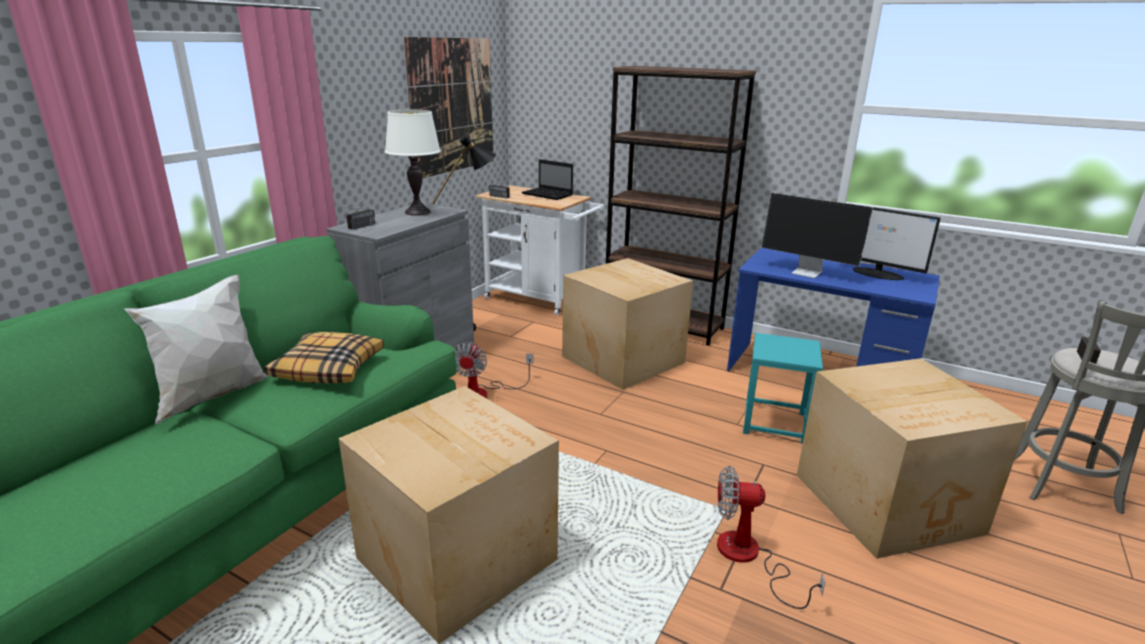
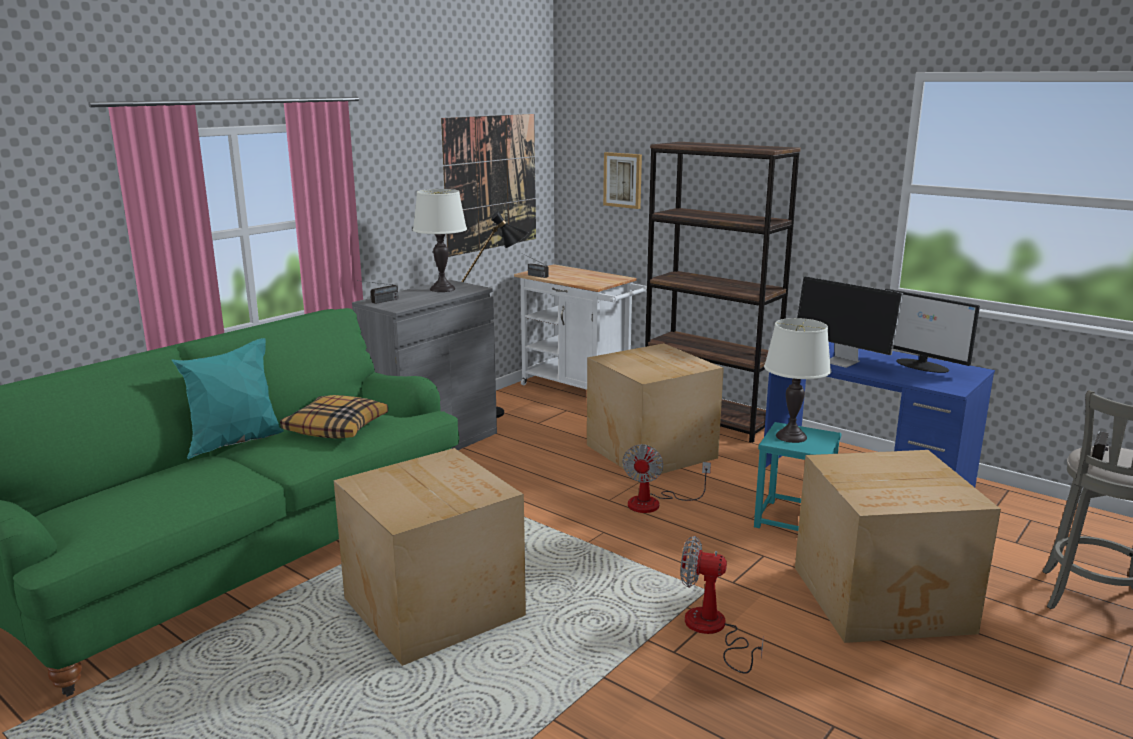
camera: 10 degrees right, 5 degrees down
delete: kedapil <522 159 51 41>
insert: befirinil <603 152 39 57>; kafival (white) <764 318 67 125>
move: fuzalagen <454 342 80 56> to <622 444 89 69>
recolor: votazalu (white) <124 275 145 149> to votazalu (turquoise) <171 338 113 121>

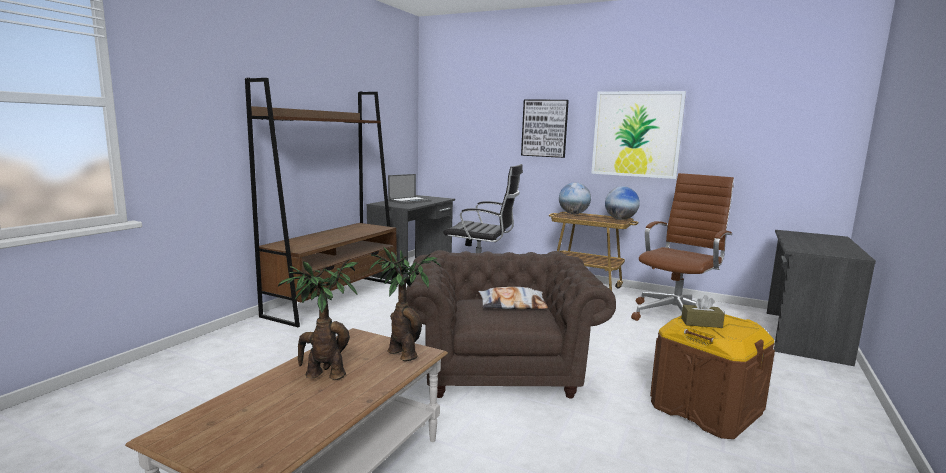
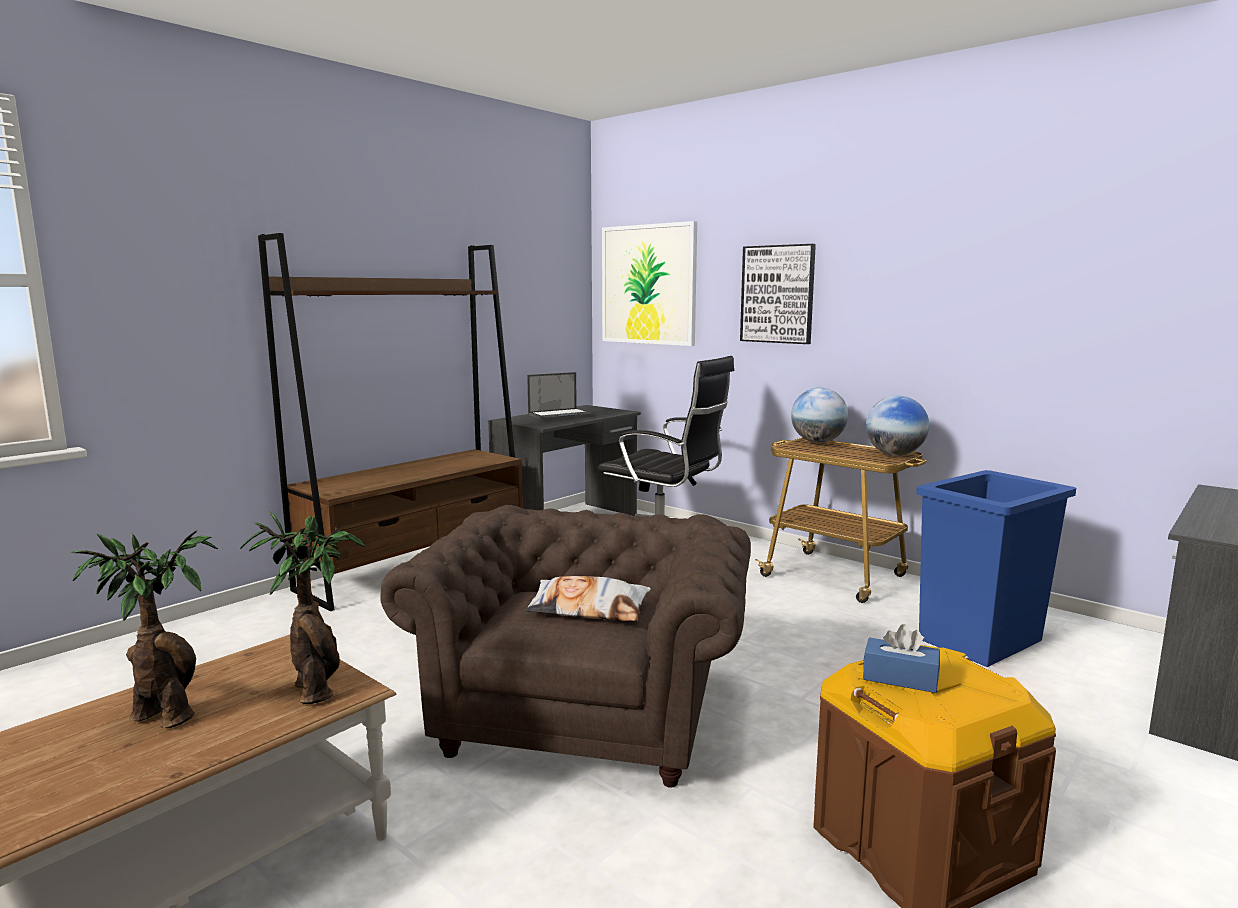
camera: 15 degrees right, 0 degrees up
move: befirinil <591 91 95 88> to <602 221 95 125>
replace: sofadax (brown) <631 173 103 148> to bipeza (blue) <916 470 160 197>
recolor: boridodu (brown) <681 295 44 33> to boridodu (blue) <863 624 77 69>

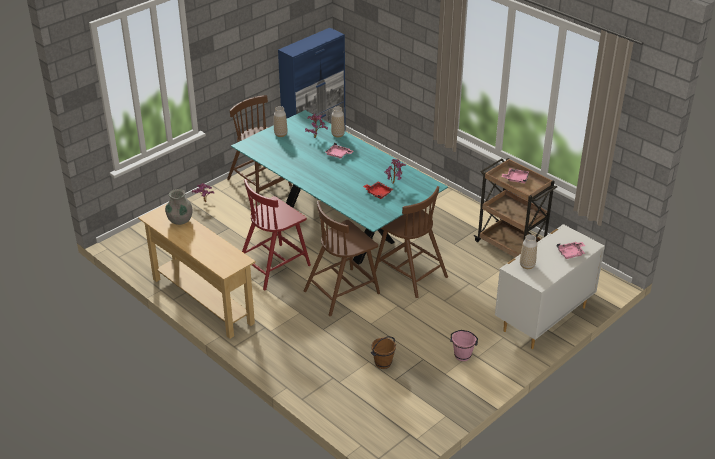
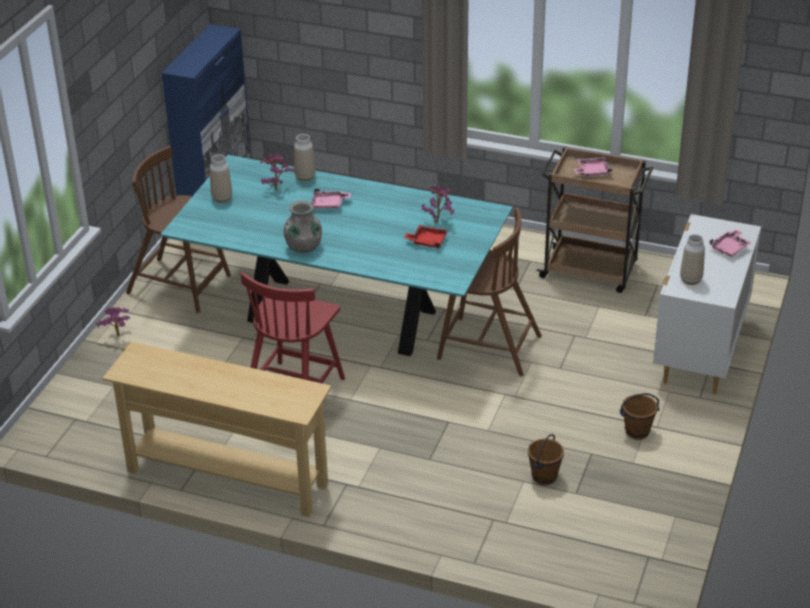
camera: 25 degrees left, 0 degrees up
delete: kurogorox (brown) <304 201 76 115>
move: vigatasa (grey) <165 189 28 36> to <284 200 38 53>
recolor: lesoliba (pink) <450 330 28 31> to lesoliba (brown) <620 393 40 47>

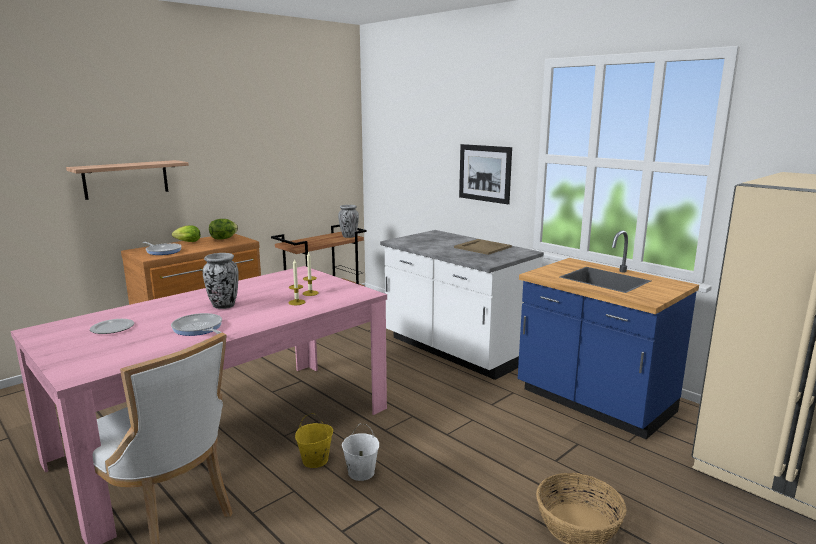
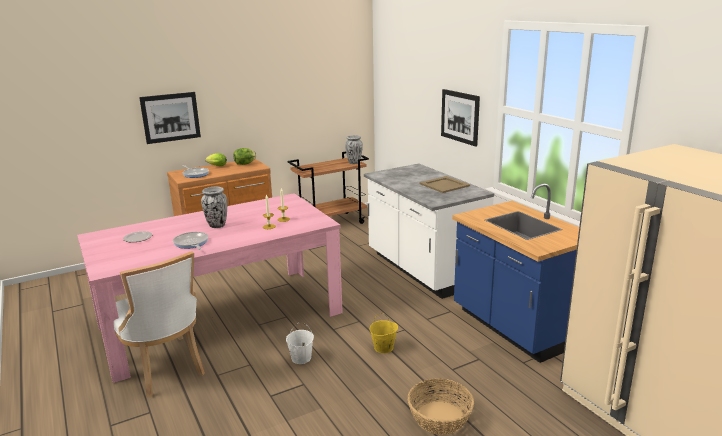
camera: 15 degrees right, 5 degrees up
move: lesoliba (yellow) <295 413 38 55> to <370 313 28 40>
replace: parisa <66 160 123 40> to befirinil <139 92 62 52>

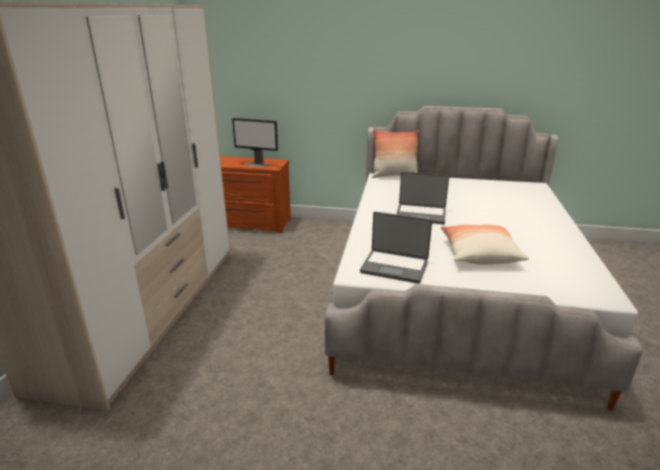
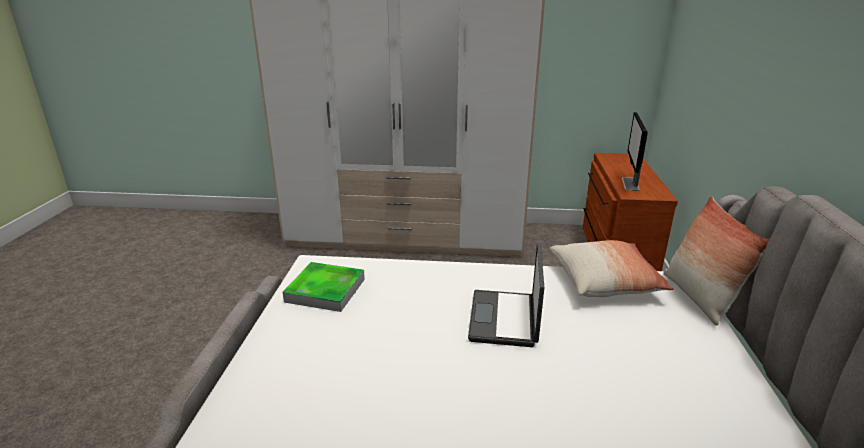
camera: 85 degrees right, 0 degrees up
move: votazalu <441 225 88 39> to <550 240 124 57>
replace: kedapil <360 212 72 72> to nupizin <282 262 83 50>

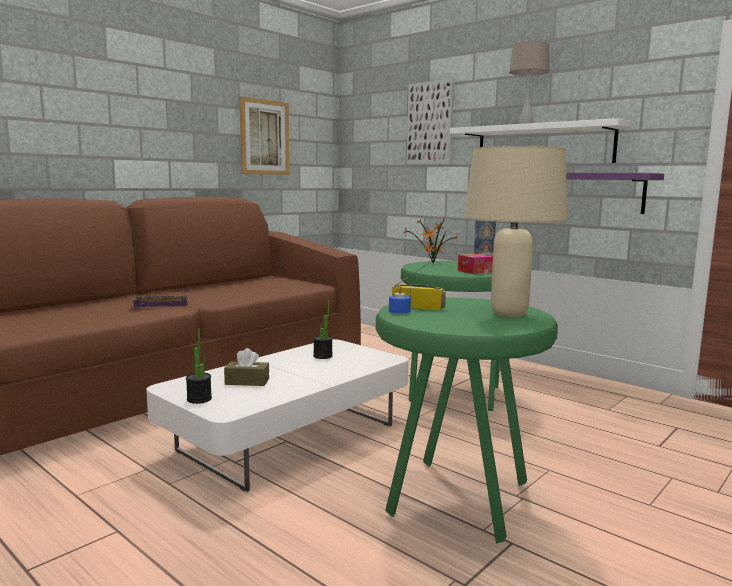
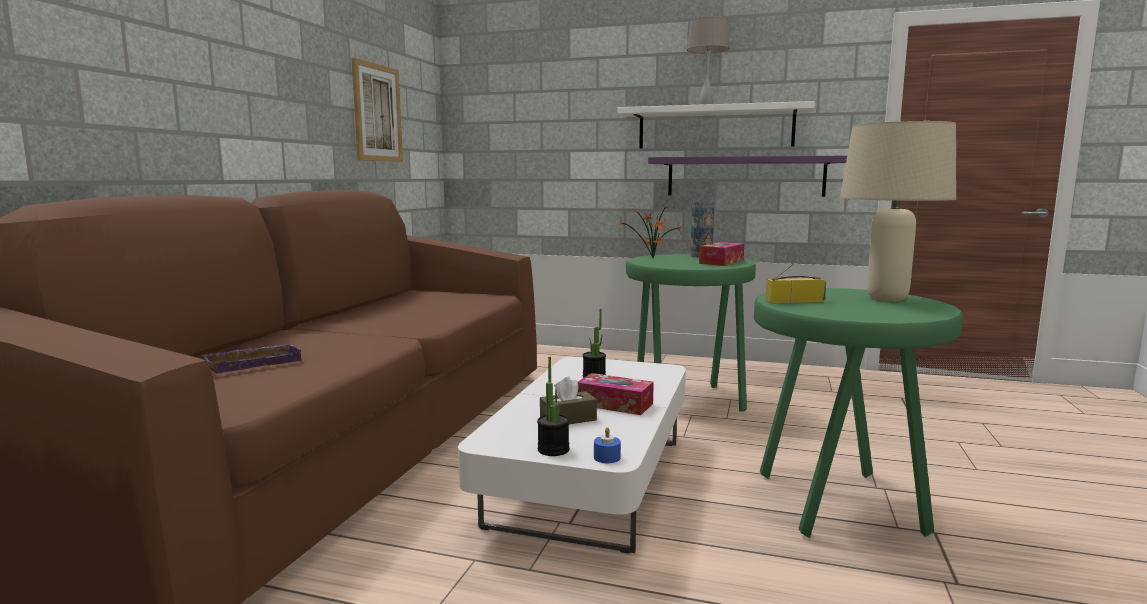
camera: 25 degrees left, 0 degrees up
delete: befirinil <407 79 47 85>
insert: boridodu <577 373 77 42>
move: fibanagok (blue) <389 286 22 28> to <594 427 27 36>; nupizin (purple) <131 295 58 12> to <201 344 103 29>

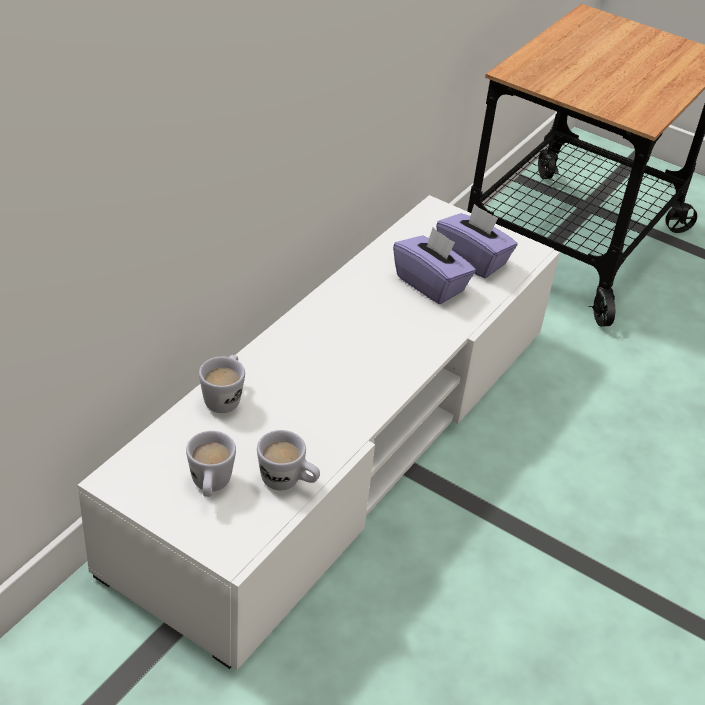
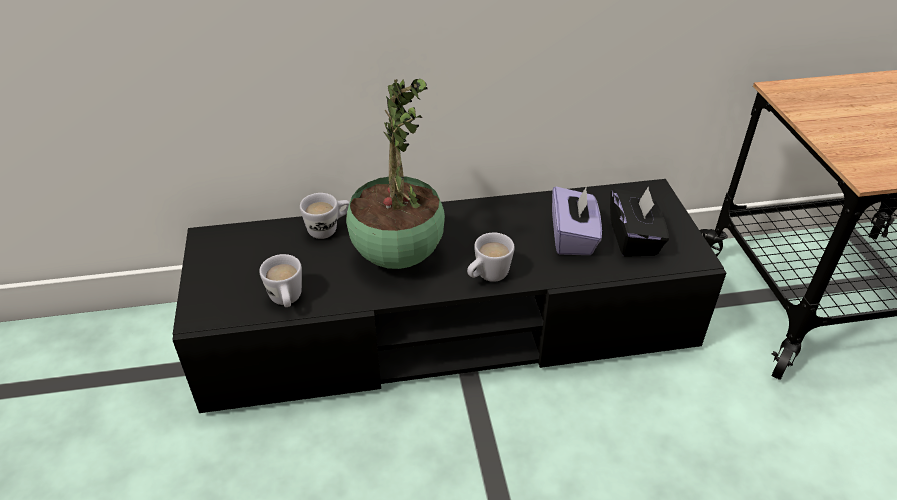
camera: 50 degrees right, 0 degrees up
insert: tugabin <346 79 99 190>
move: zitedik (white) <186 431 50 66> to <467 233 48 49>
recolor: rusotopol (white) <78 195 482 475> to rusotopol (black) <172 179 554 234>; boridodu (purple) <436 204 81 75> to boridodu (black) <610 186 59 71>

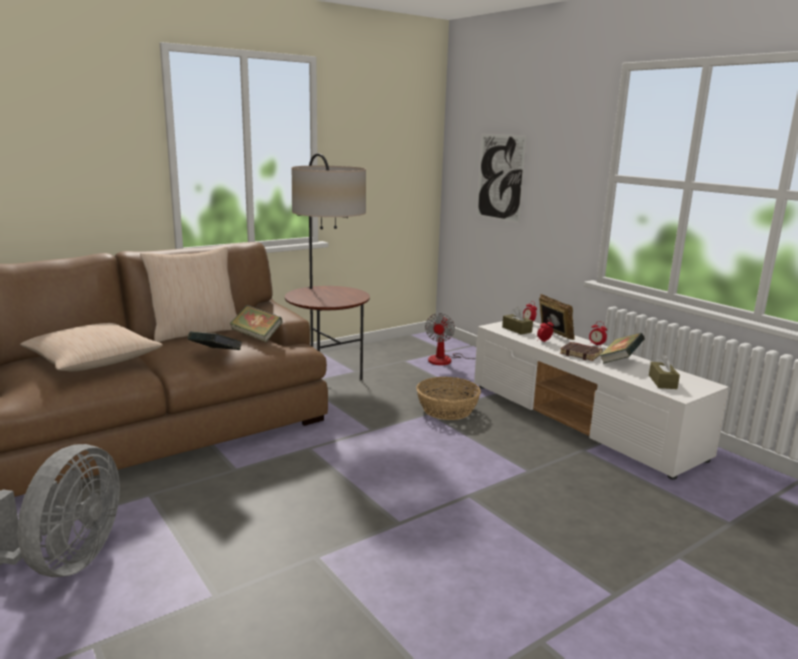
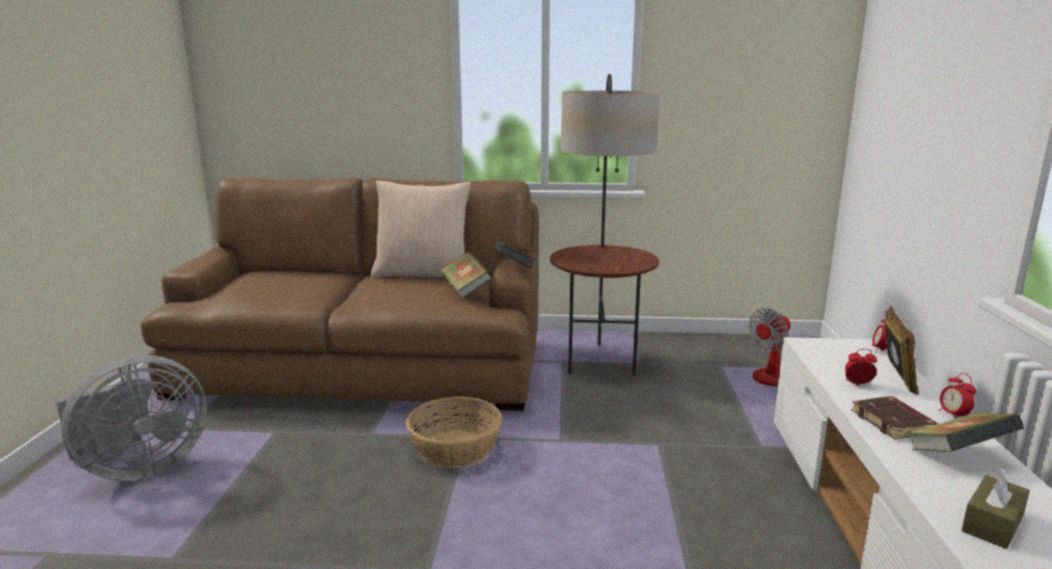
camera: 40 degrees right, 0 degrees up
delete: befirinil <476 133 51 90>; boridodu (brown) <502 307 31 28>; votazalu (beige) <20 323 143 48>
move: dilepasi <188 331 54 19> to <493 241 44 27>; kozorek <416 377 65 43> to <406 396 96 72>

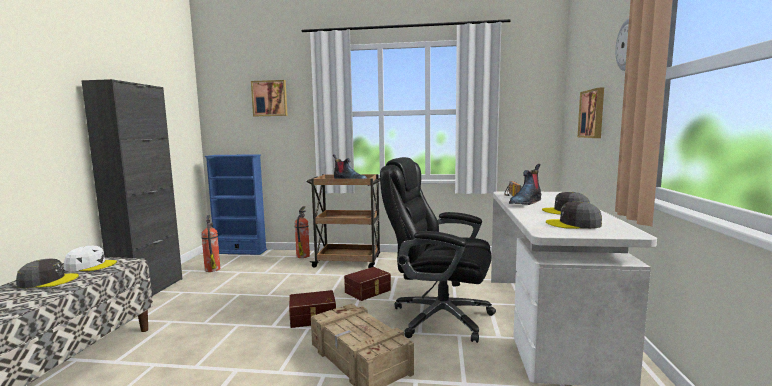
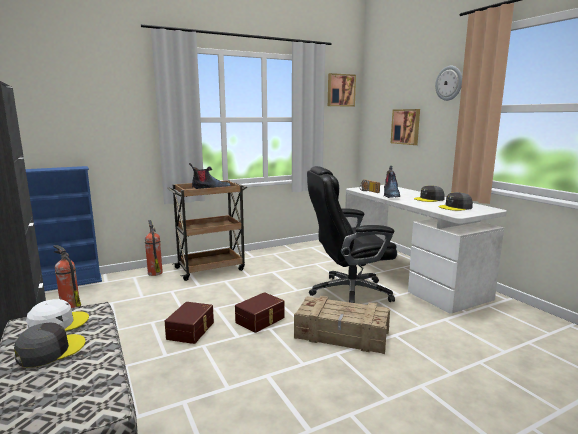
camera: 35 degrees left, 5 degrees up
move: befirinil <251 80 37 36> to <328 73 28 34>; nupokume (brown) <344 267 47 34> to <165 302 49 42>

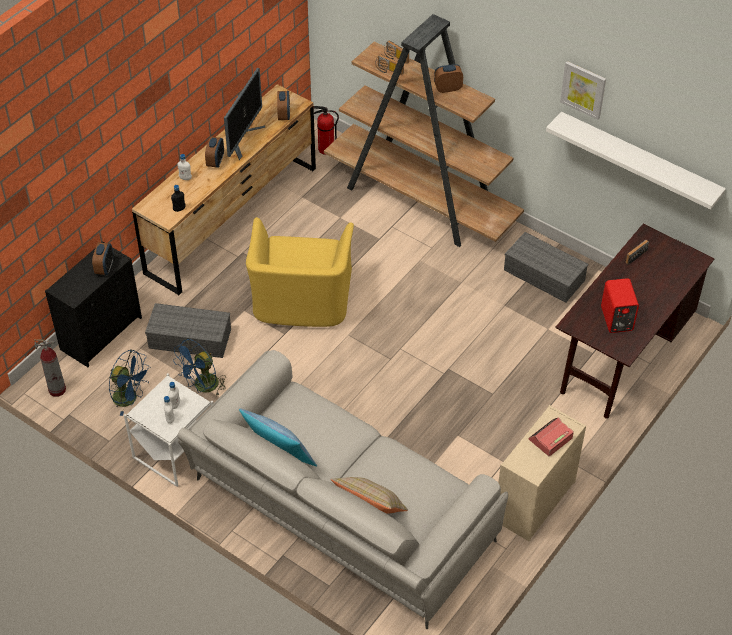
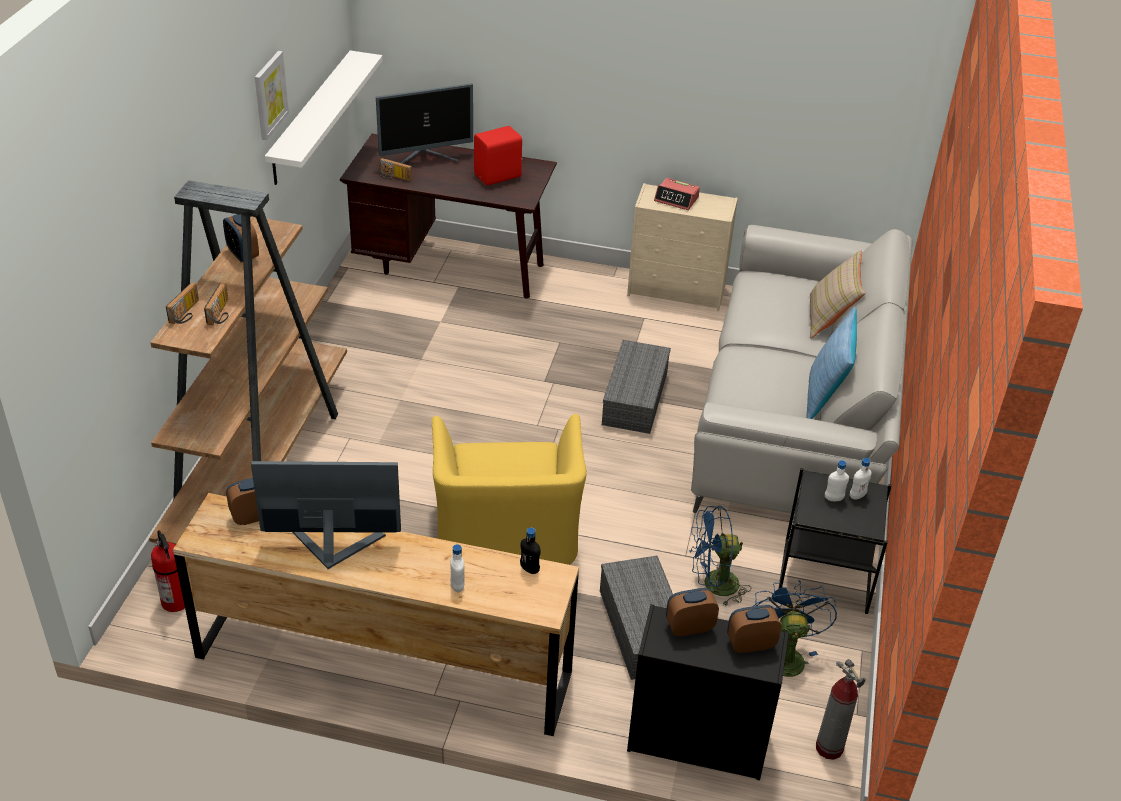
camera: 115 degrees left, 10 degrees down
insert: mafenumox <376 83 97 81>
move: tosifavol <205 136 19 32> to <727 605 54 48>; nupokume (grey) <504 232 84 71> to <602 340 69 94>
recolor: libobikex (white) <124 373 90 114> to libobikex (black) <778 468 114 146>
rotate: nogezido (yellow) <246 217 108 110> = <432 414 155 151> 105 degrees clockwise; fuzalagen (blue) <173 339 53 58> = <689 506 62 100> 150 degrees clockwise

